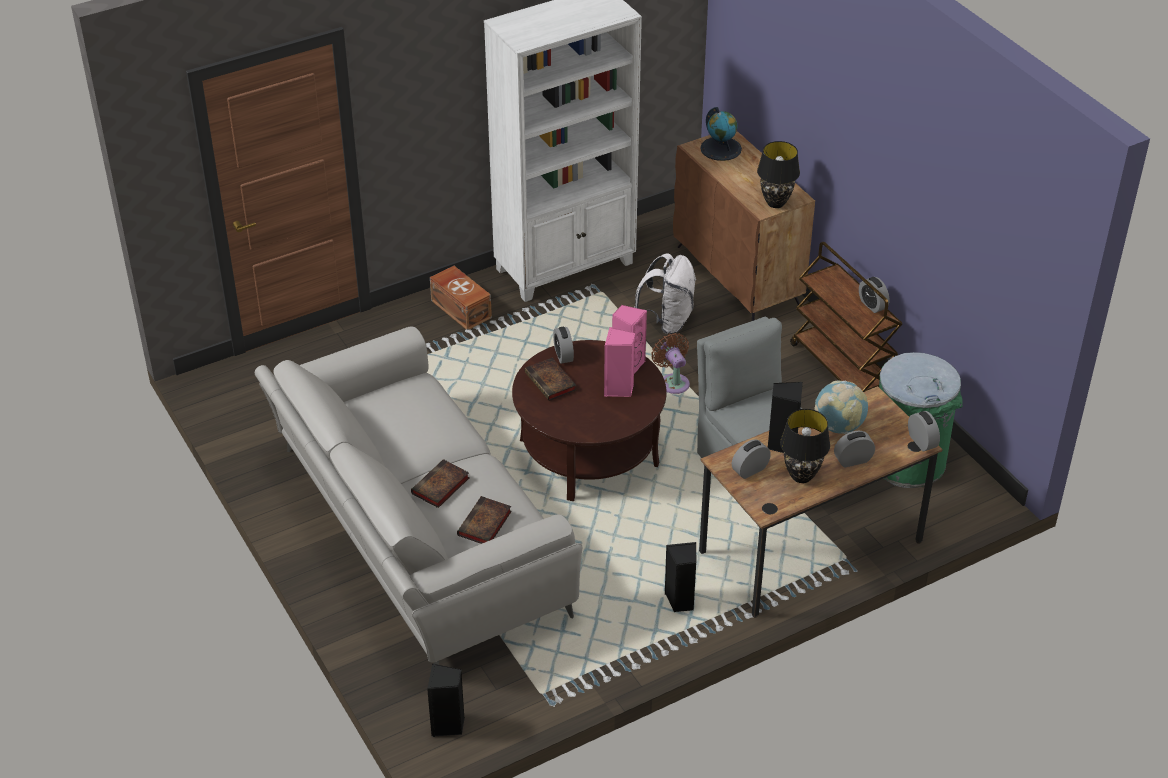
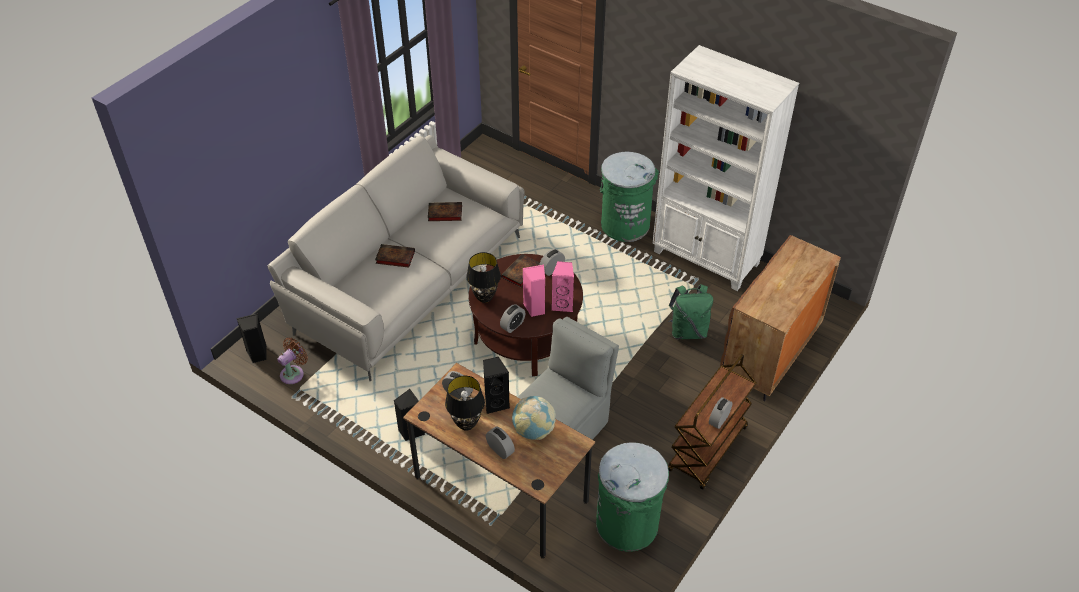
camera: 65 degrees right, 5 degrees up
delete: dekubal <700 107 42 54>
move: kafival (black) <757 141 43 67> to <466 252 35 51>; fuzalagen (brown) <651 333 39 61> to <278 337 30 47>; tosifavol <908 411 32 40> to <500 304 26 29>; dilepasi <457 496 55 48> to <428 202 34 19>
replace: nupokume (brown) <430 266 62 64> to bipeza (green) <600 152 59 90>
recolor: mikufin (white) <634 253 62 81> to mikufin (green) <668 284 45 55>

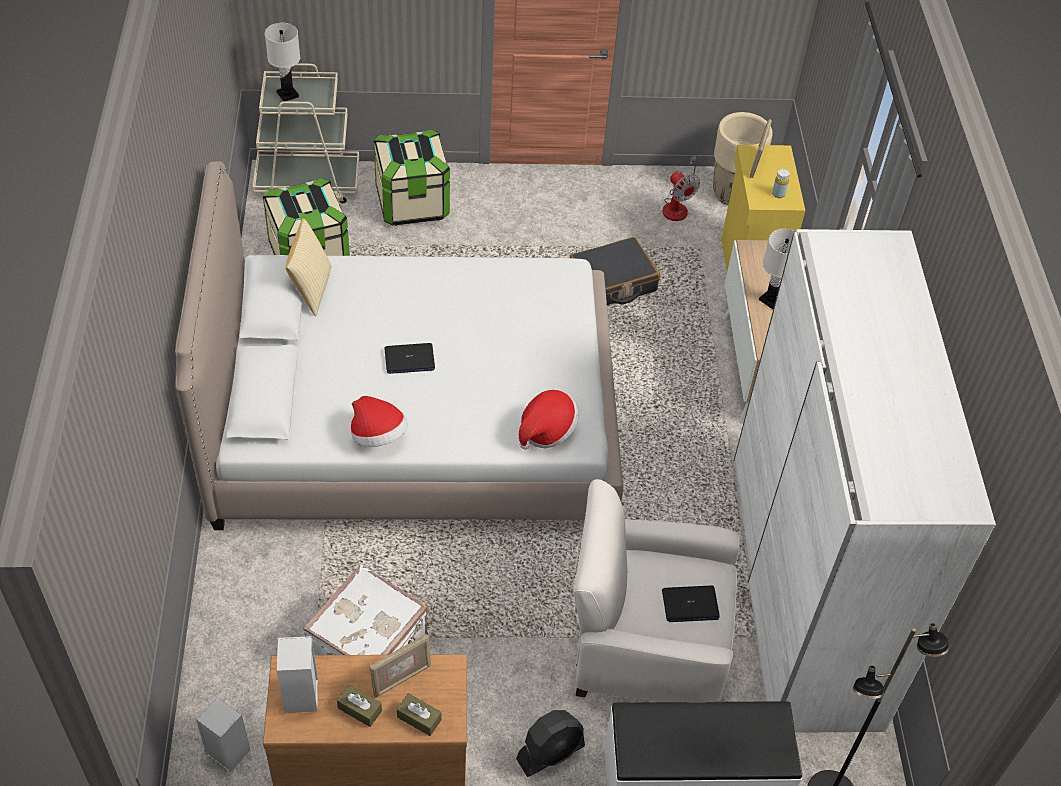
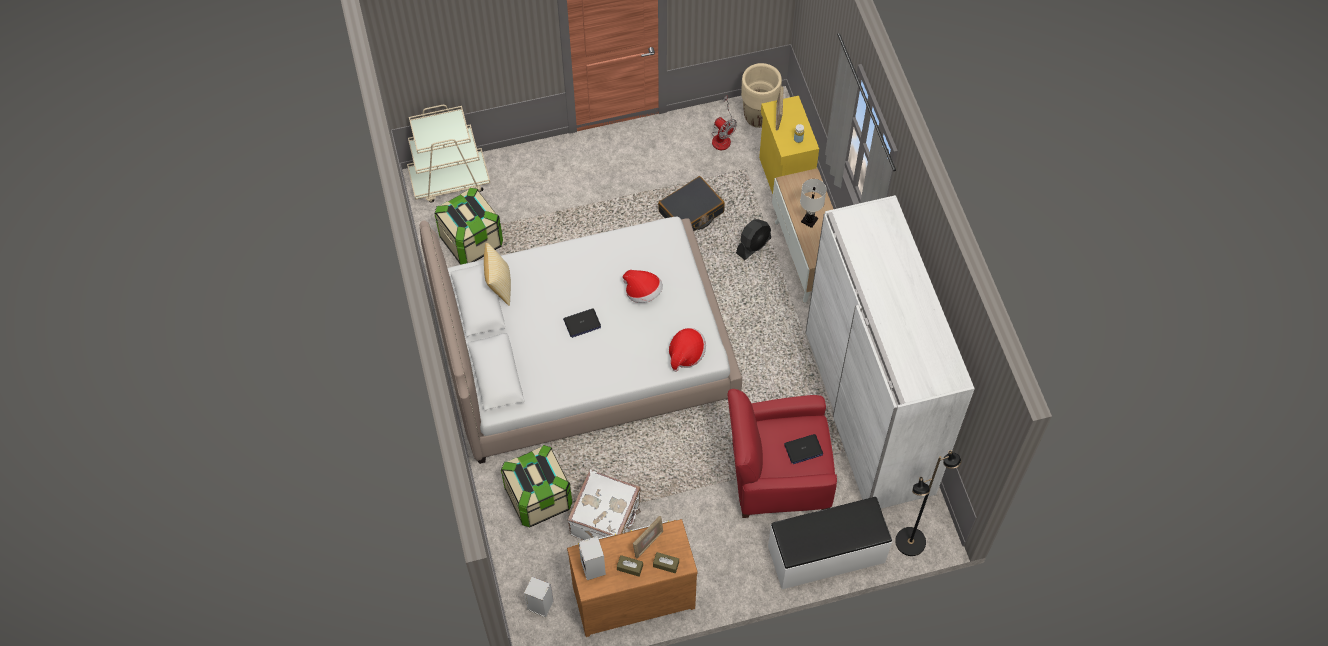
camera: 10 degrees left, 10 degrees up
delete: kafival (white) <265 23 35 79>
move: nupokume <373 129 77 97> to <501 445 71 82>; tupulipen <351 396 57 51> to <622 270 41 33>; fuzalagen (black) <516 710 69 67> to <736 219 35 41>
recolor: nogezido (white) <574 479 166 223> to nogezido (red) <727 389 110 129>

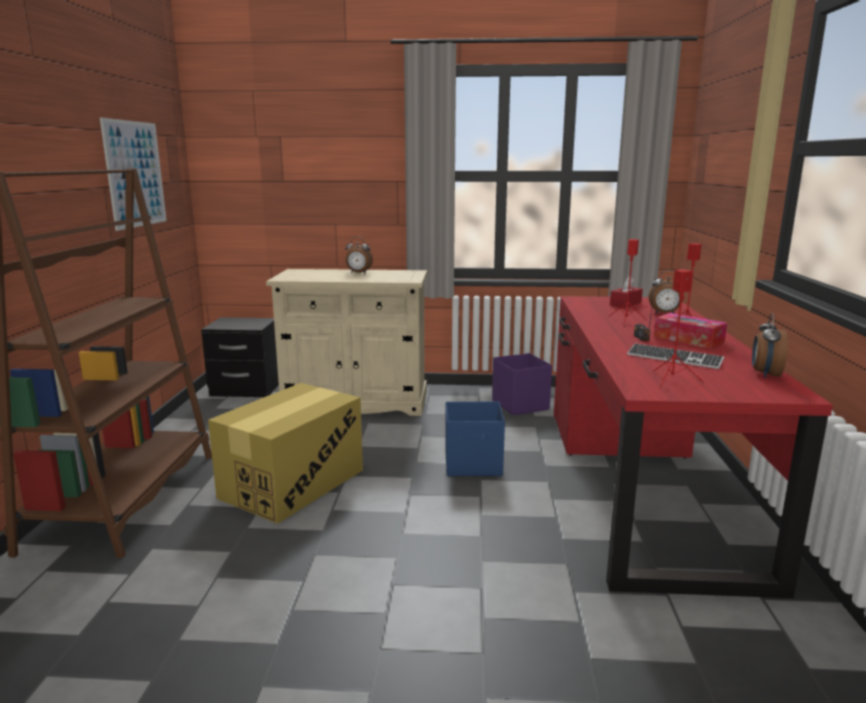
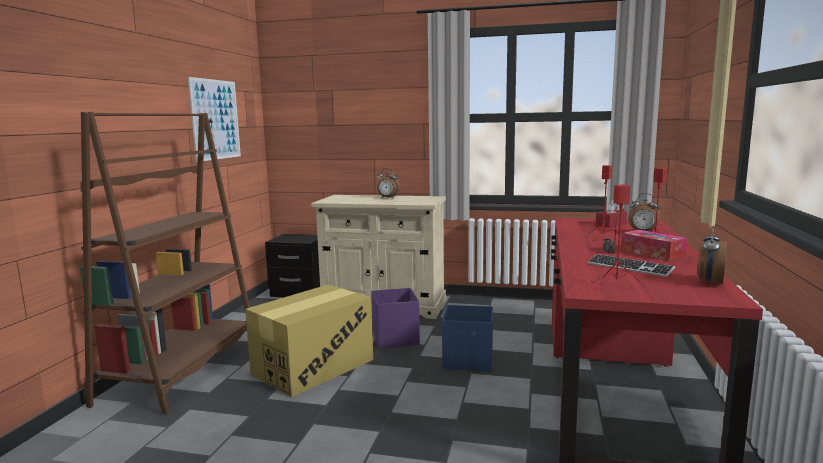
camera: 10 degrees right, 5 degrees down
move: nupokume (purple) <492 353 60 62> to <371 288 49 61>

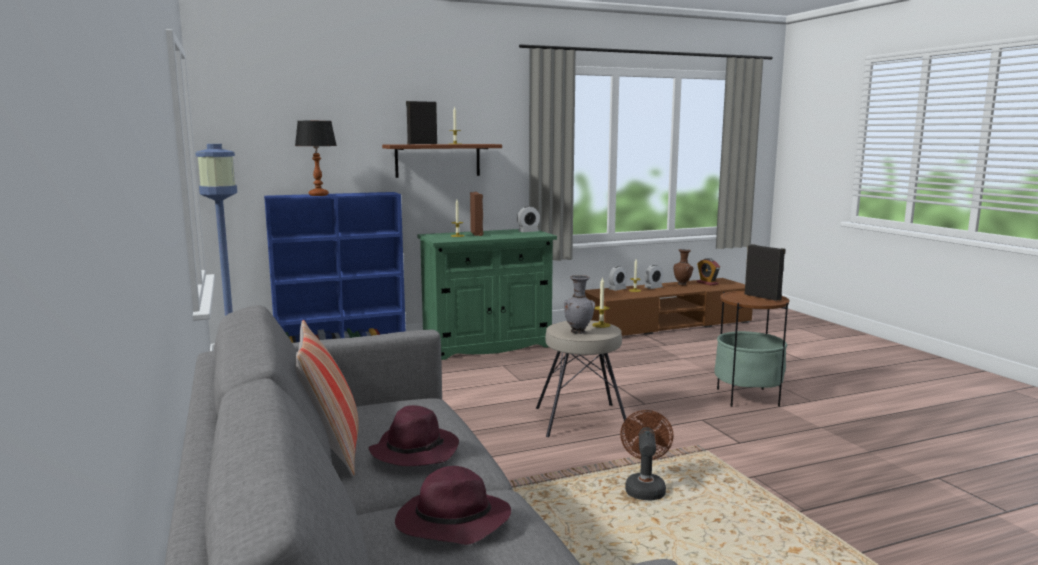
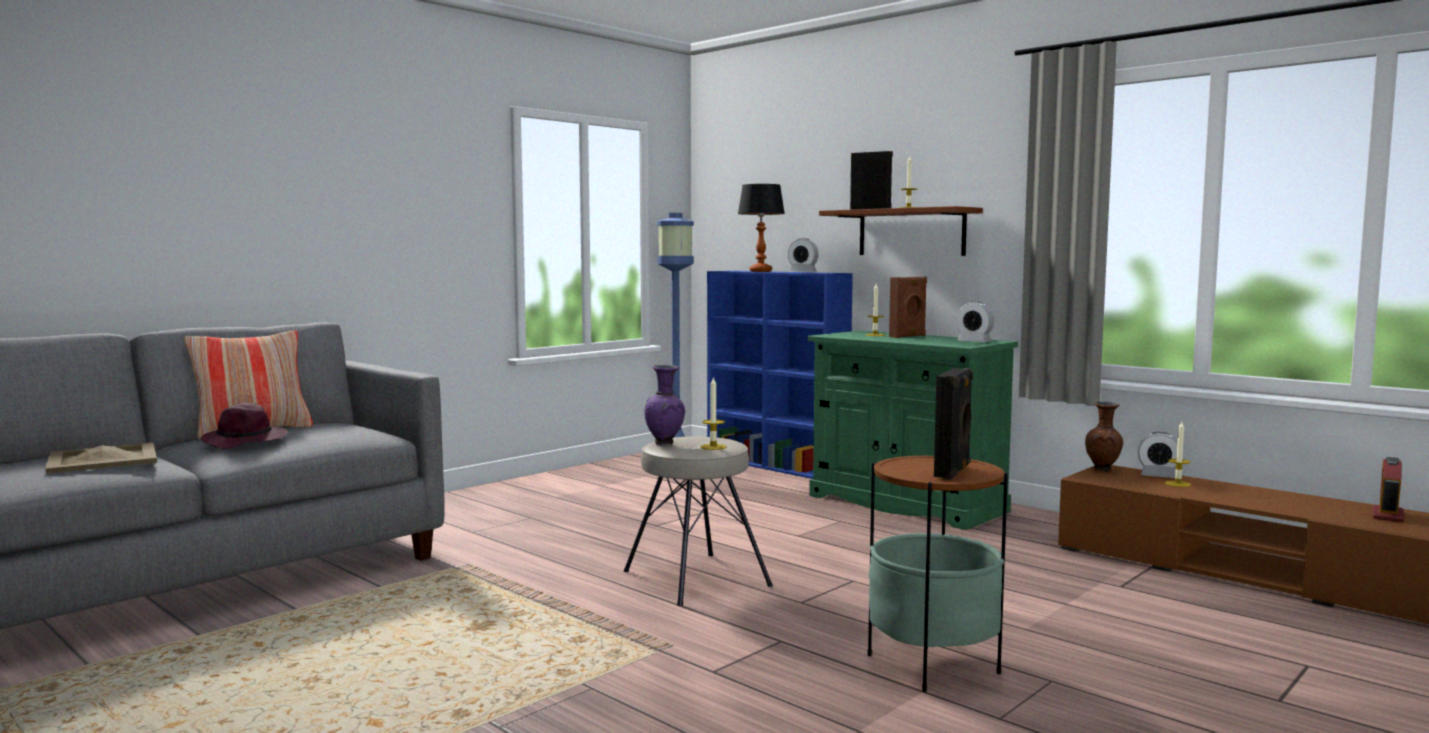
camera: 65 degrees right, 5 degrees down
delete: fuzalagen (brown) <620 410 54 91>
move: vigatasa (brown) <673 249 20 36> to <1085 402 38 70>; tosifavol <645 265 18 24> to <788 238 31 34>
replace: tupulipen (purple) <395 466 116 79> to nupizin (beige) <46 442 111 32>
recolor: vigatasa (grey) <564 275 31 59> to vigatasa (purple) <644 365 41 80>

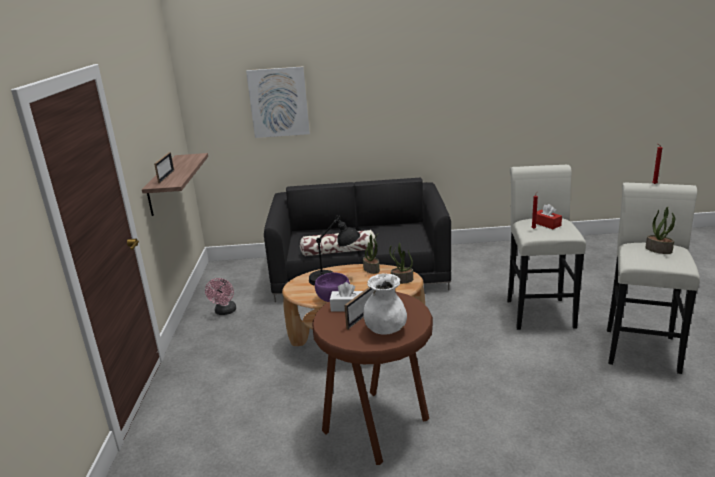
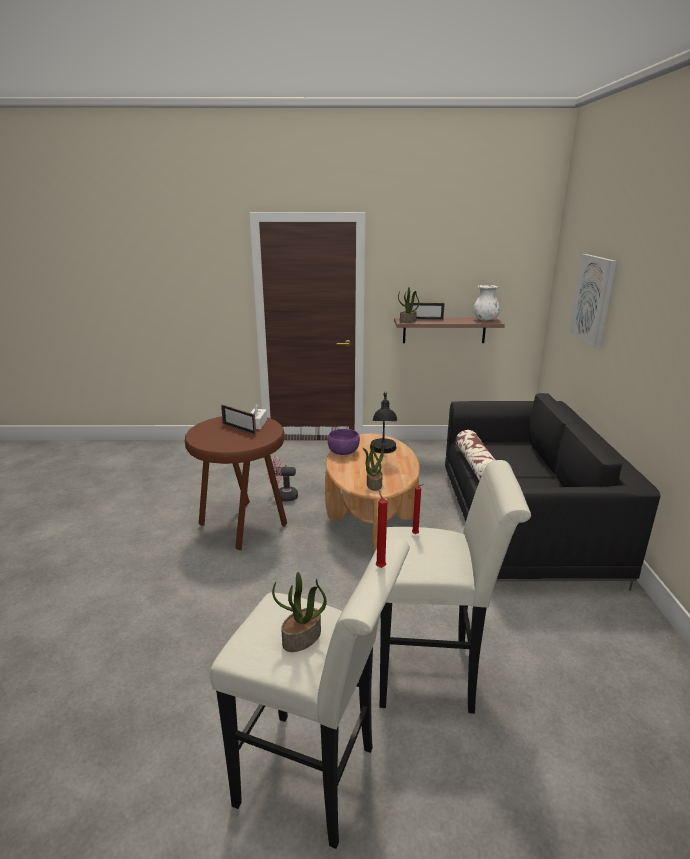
camera: 90 degrees right, 0 degrees up
delete: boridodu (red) <536 204 26 25>
move: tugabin <363 233 17 41> to <398 287 21 36>; vigatasa (white) <363 274 44 60> to <473 285 27 36>; fuzalagen (pink) <205 278 31 37> to <268 456 30 46>

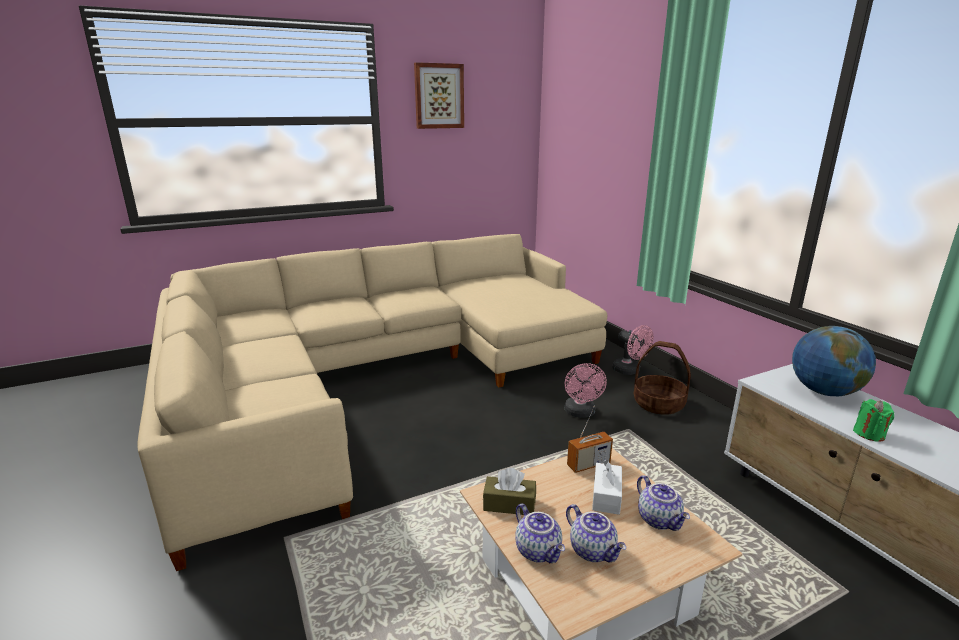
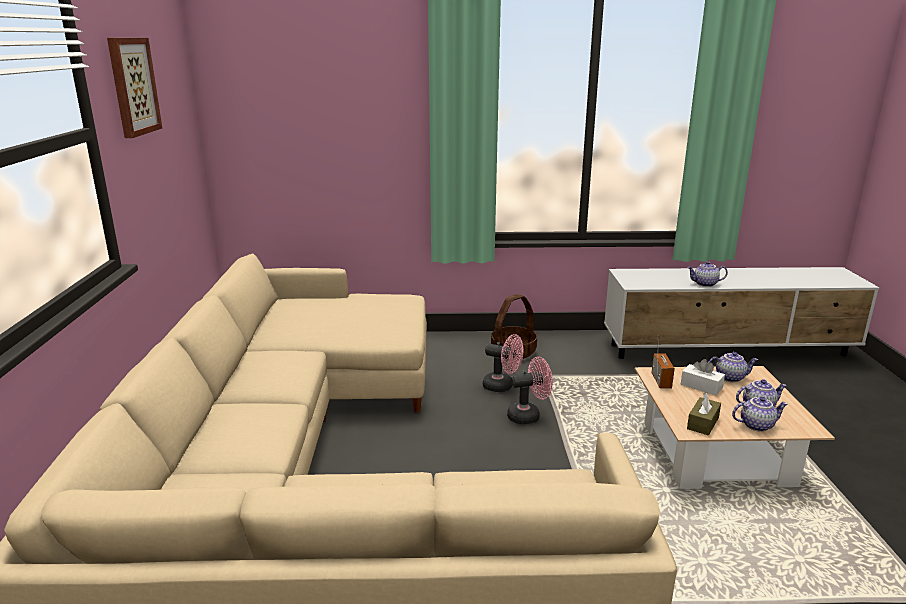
camera: 65 degrees left, 0 degrees up
delete: dekubal <792 326 84 70>
move: fuzalagen (pink) <612 325 42 50> to <507 357 46 67>
replace: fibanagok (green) <853 399 41 43> to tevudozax <687 261 41 26>

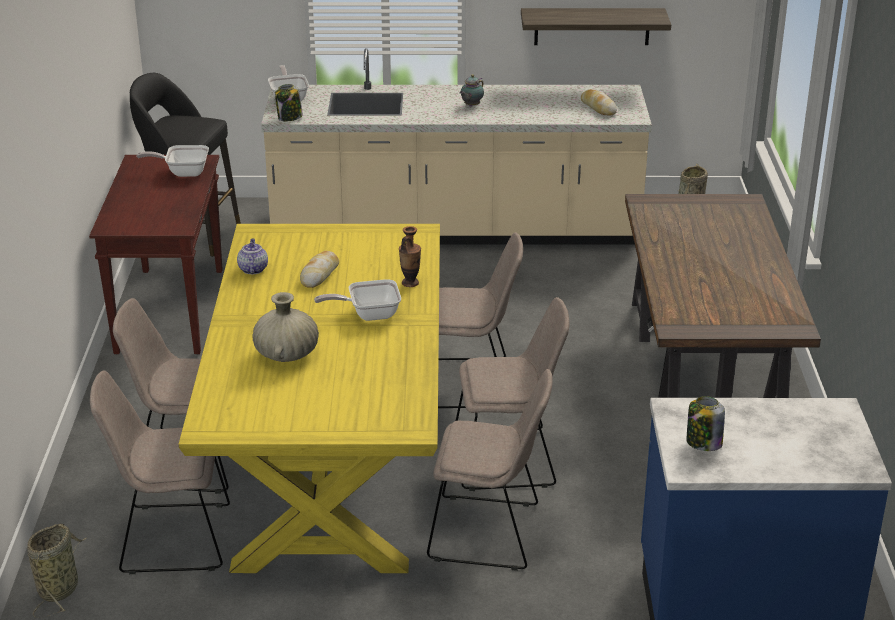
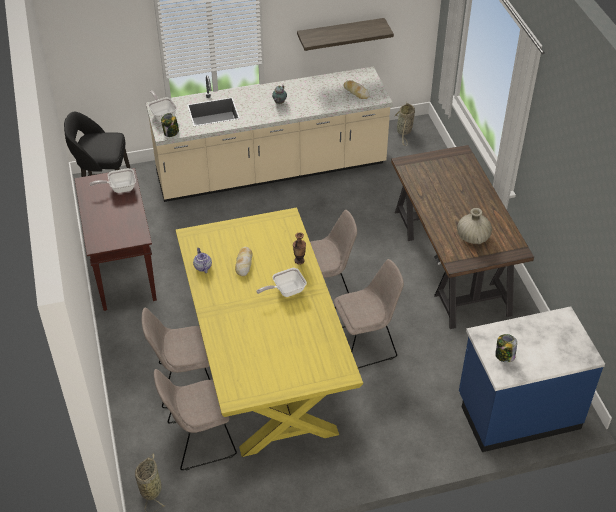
camera: 15 degrees left, 15 degrees up
delete: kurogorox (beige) <427 369 126 202>
move: vigatasa (beige) <252 292 67 70> to <457 208 35 36>

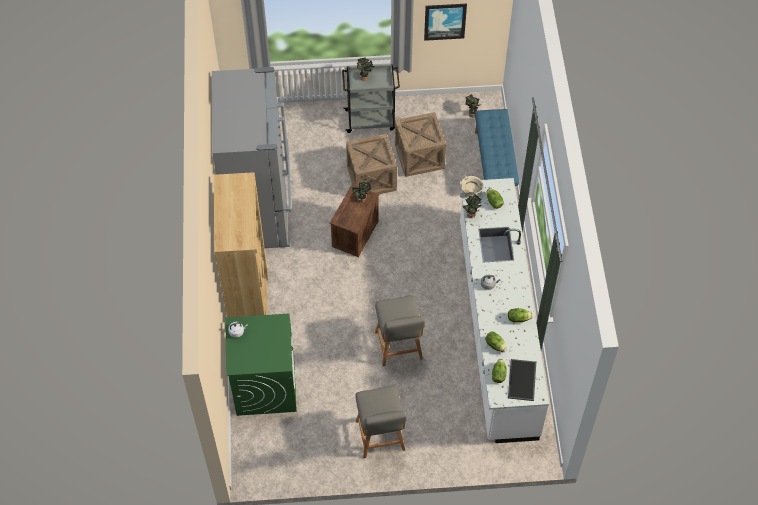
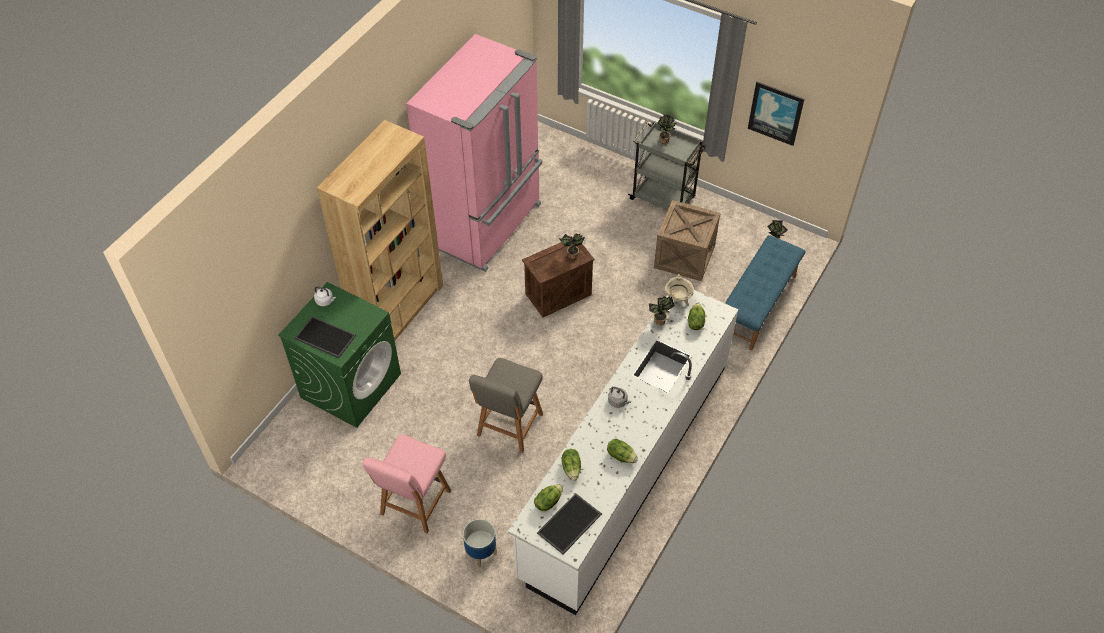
camera: 35 degrees right, 5 degrees down
delete: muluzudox <346 134 51 60>
insert: nupizin <295 316 61 42>; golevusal <463 519 34 49>
recolor: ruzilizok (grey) <212 67 79 181> to ruzilizok (pink) <406 34 136 238>; kurogorox (grey) <355 386 52 72> to kurogorox (pink) <363 435 88 99>

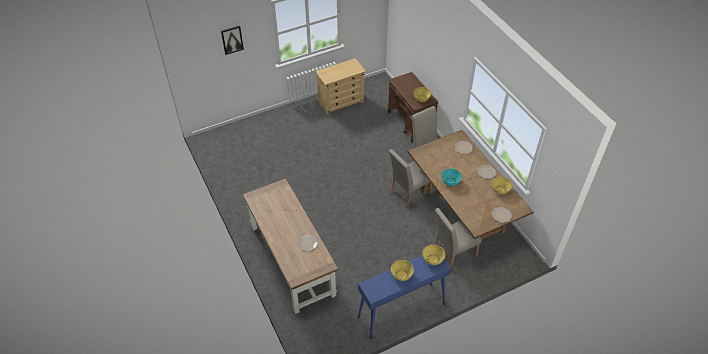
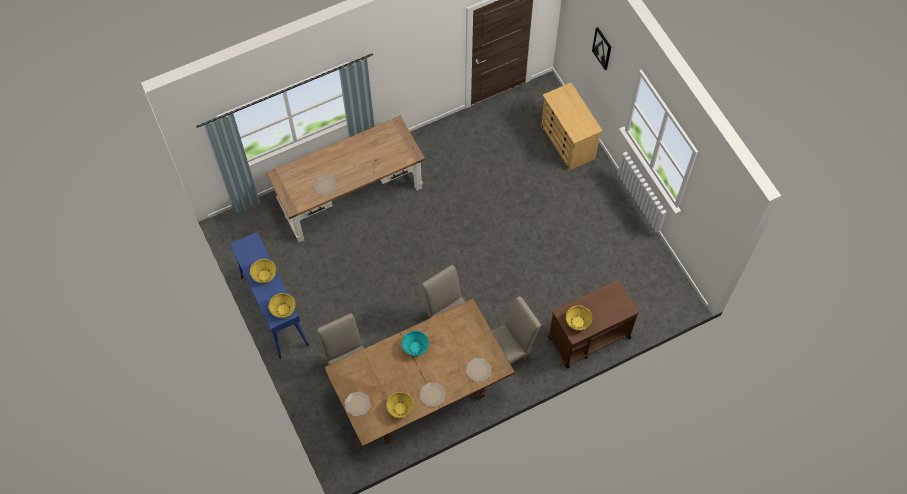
camera: 90 degrees right, 15 degrees up
move: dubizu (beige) <315 58 51 56> to <541 83 62 88>

